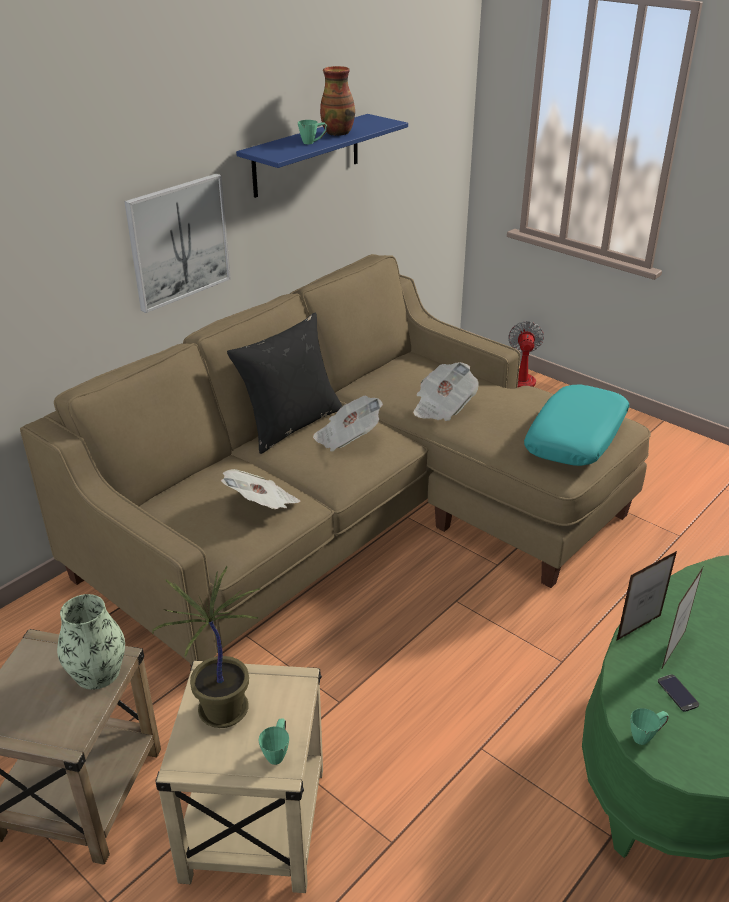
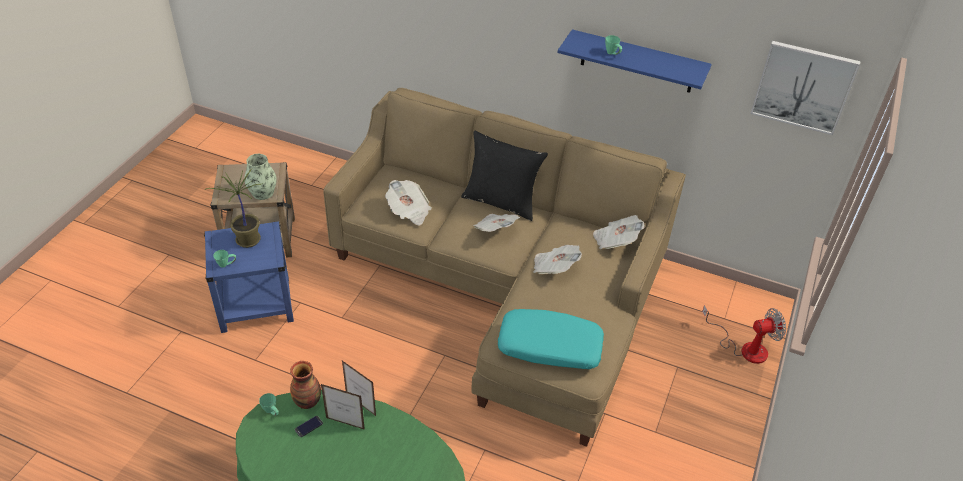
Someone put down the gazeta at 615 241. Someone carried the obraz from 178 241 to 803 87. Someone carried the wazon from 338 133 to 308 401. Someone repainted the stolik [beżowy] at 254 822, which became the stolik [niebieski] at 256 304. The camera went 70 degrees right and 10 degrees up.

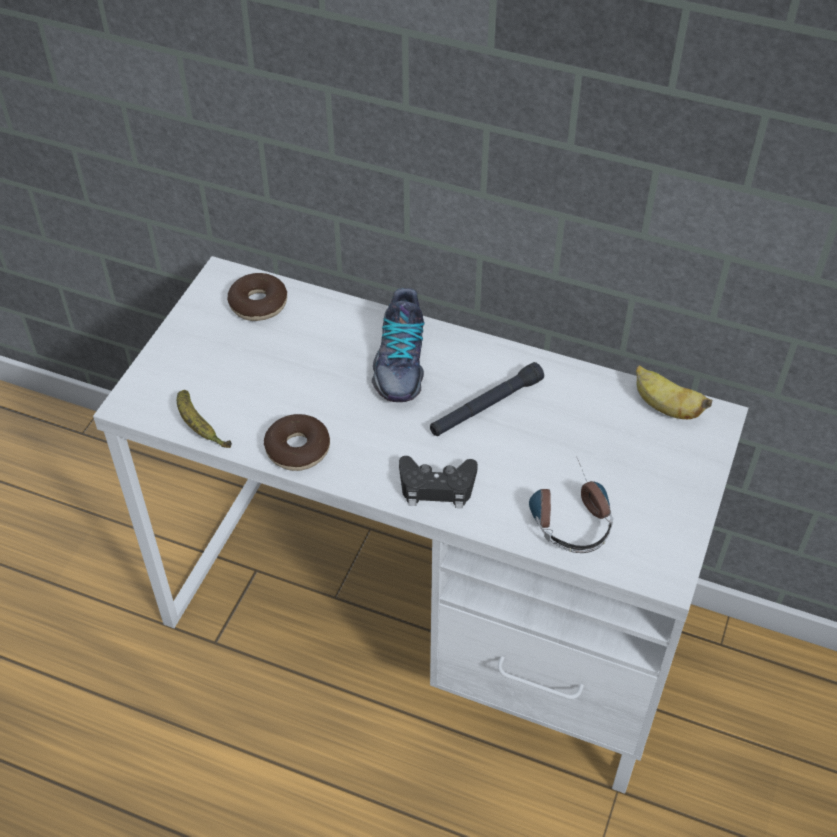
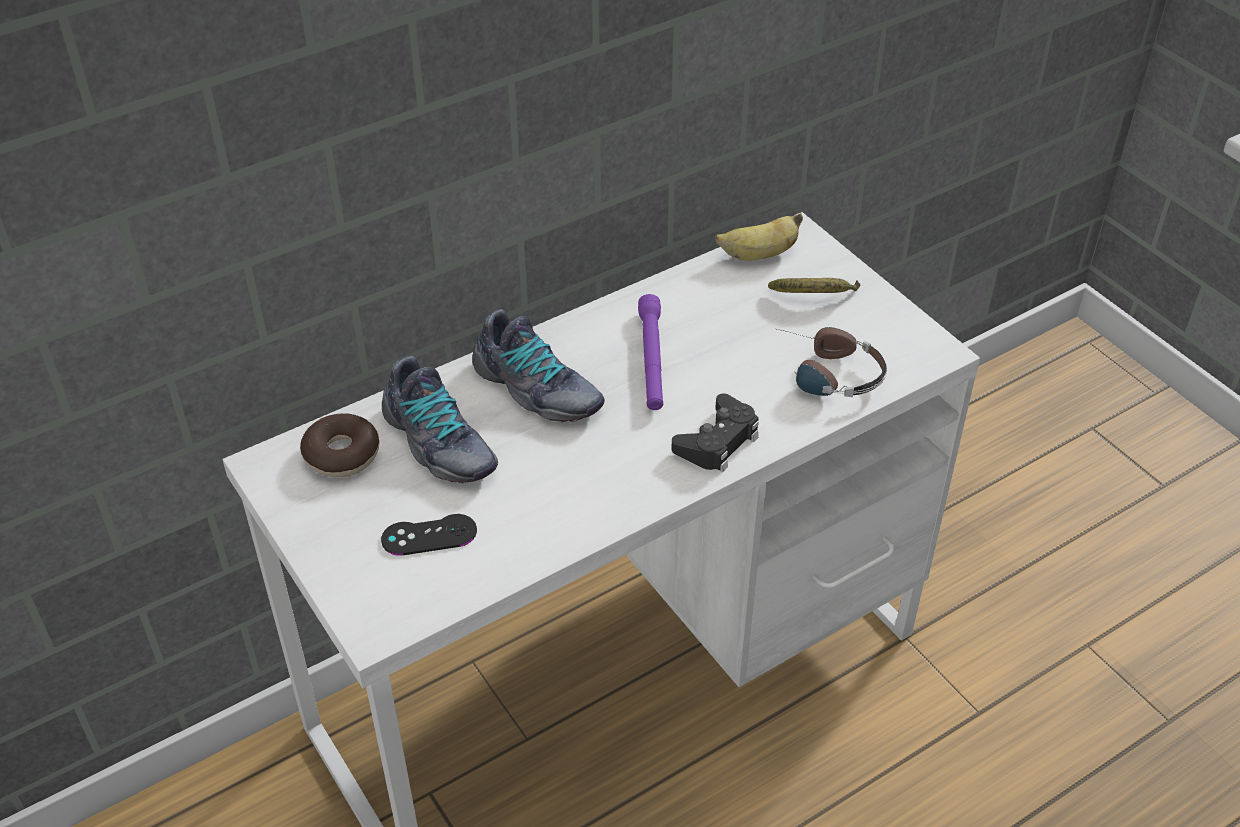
Someone took away the donut at 298 449. Someone put down the pad do gier [czarny] at 429 535. Someone put down the but at 438 443. Someone carried the banan from 200 427 to 815 296. Someone repainted the latarka [czarny] at 486 406, which became the latarka [fioletowy] at 651 360. The camera went 55 degrees left and 5 degrees down.

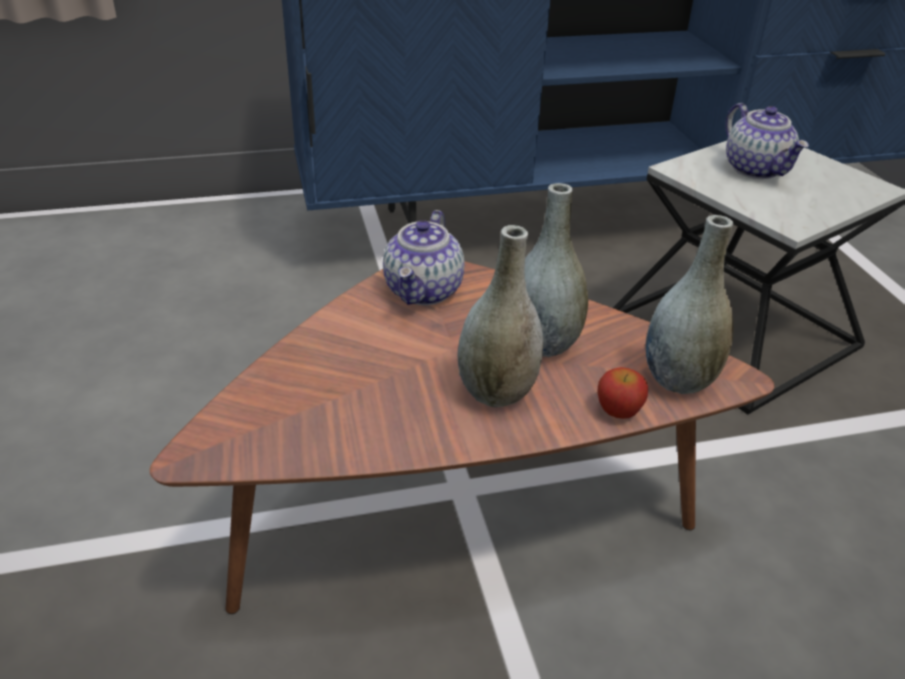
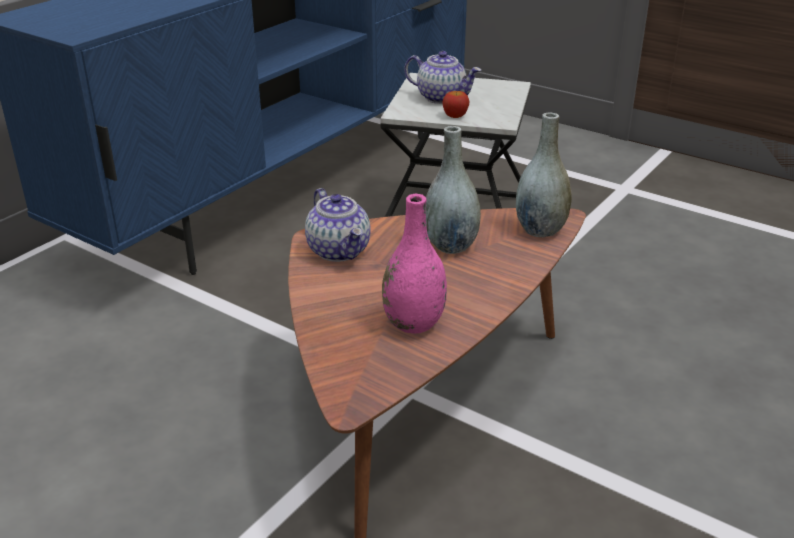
Someone took away the wazon [szary] at 496 392. Someone put down the wazon [różowy] at 413 324. Someone carried the jabłko from 618 411 to 455 116. The camera went 40 degrees left and 5 degrees down.

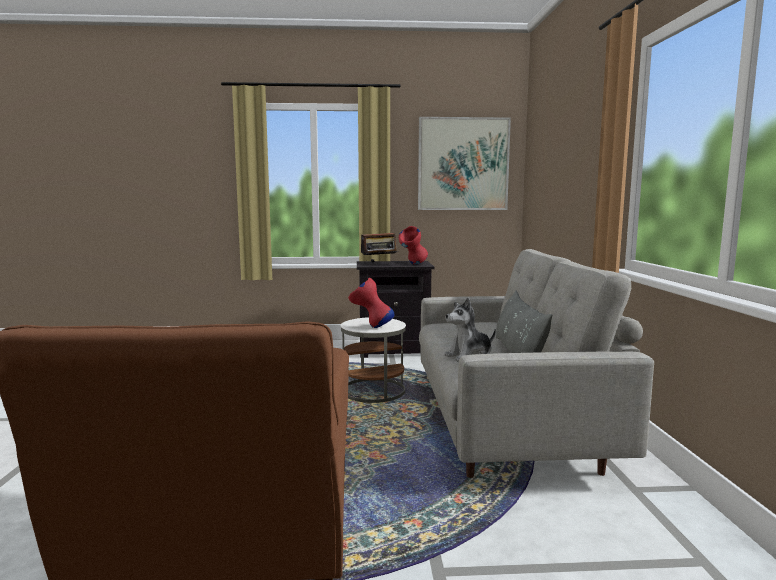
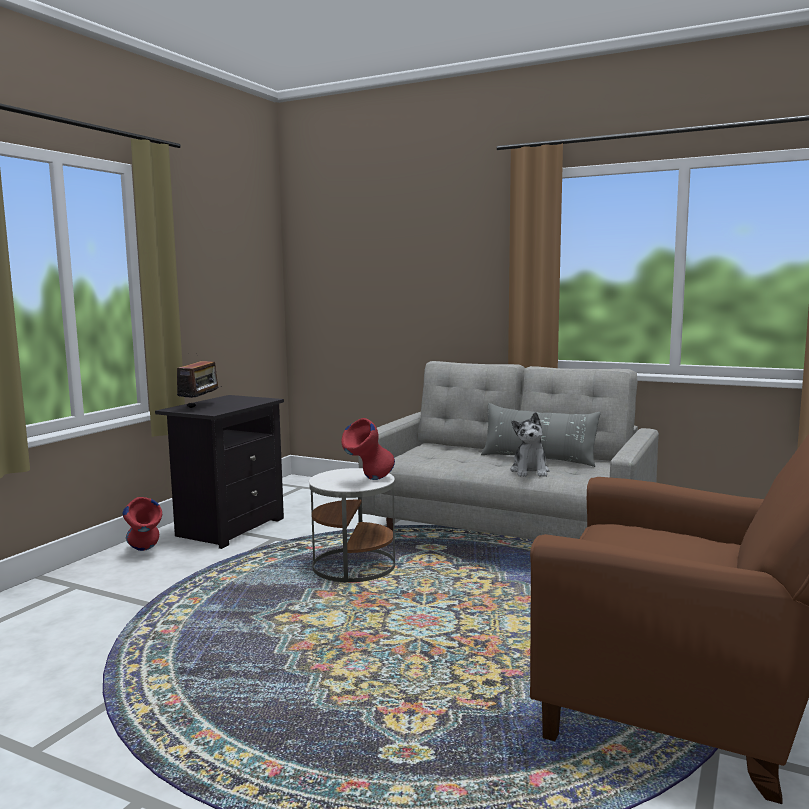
Someone took away the obraz at 463 164. Someone carried the wazon [czerwony] from 413 264 to 145 551. The camera went 60 degrees left and 0 degrees up.

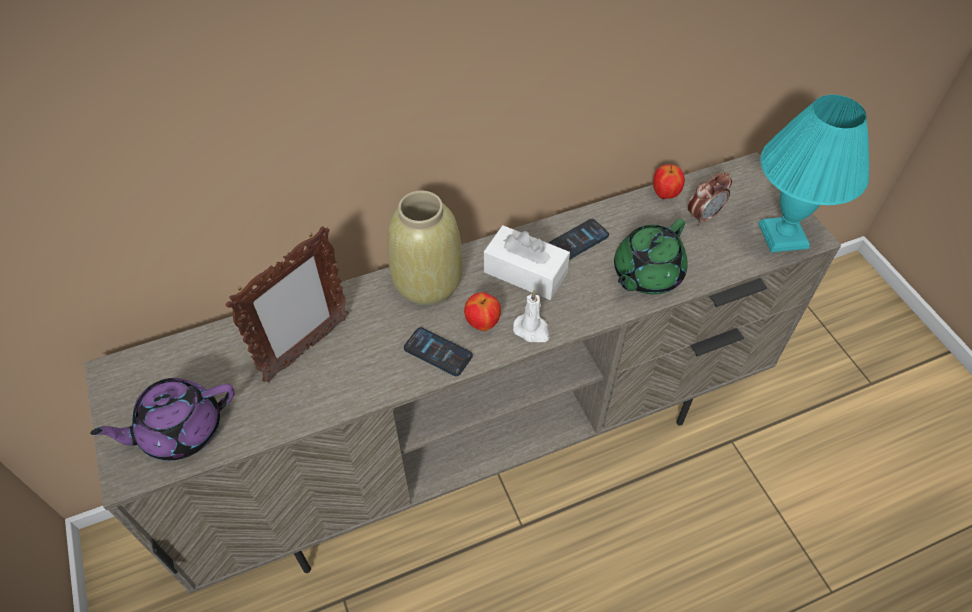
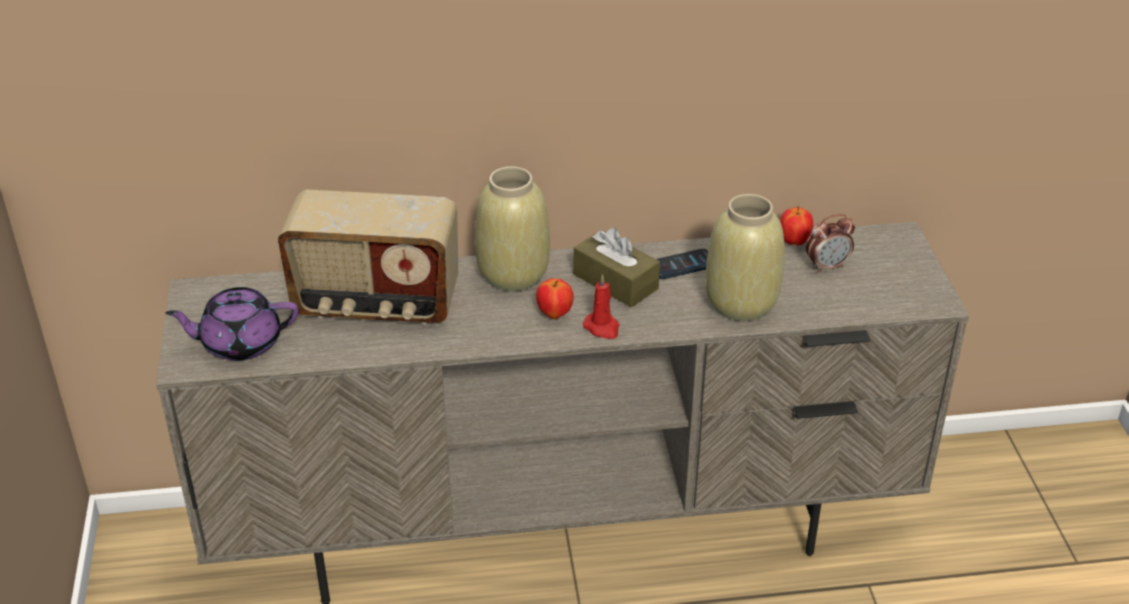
Someone took away the telefon at 438 352. Someone took away the lampa stołowa [turkusowy] at 781 235. Someone swapped the ramka na zdjęcie at 306 349 for the radio at 376 304. Someone swapped the imbryk [zielony] at 646 274 for the wazon [beżowy] at 741 304. Someone repainted the pudełko chusteczek [biały] at 525 272, which became the pudełko chusteczek [brązowy] at 615 282. Someone repainted the świeca [biały] at 532 330, which became the świeca [czerwony] at 602 328. The camera went 15 degrees right and 15 degrees down.

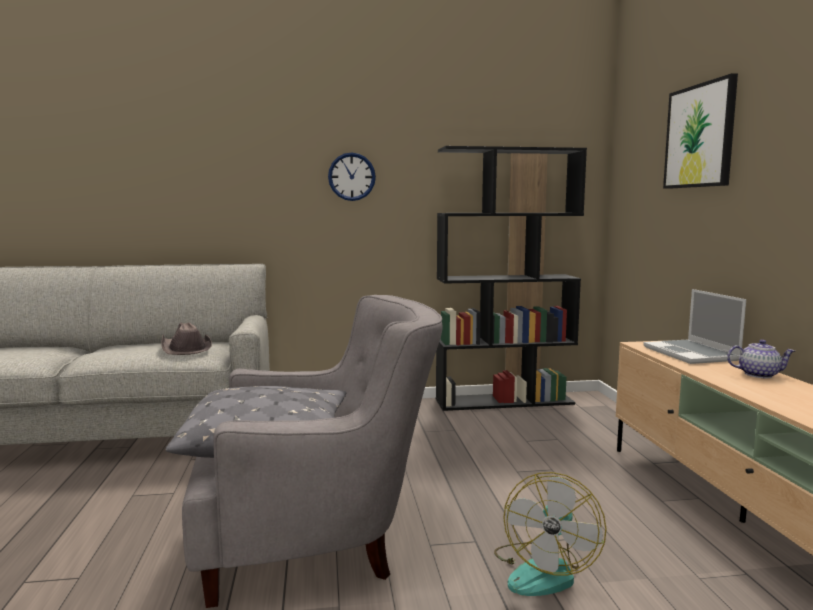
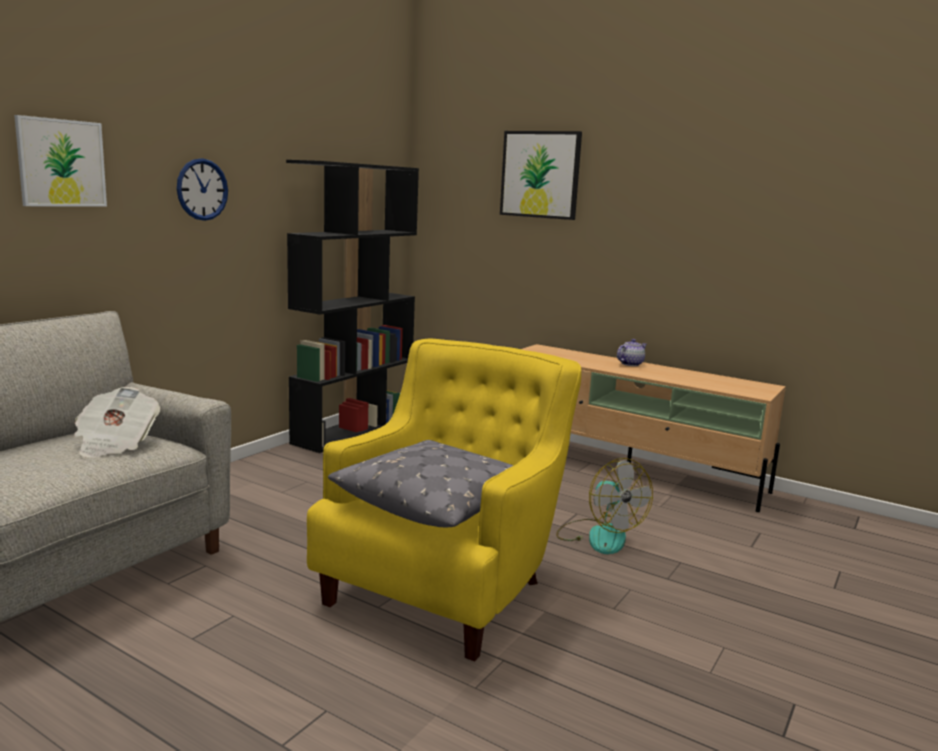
Someone took away the laptop at 692 354. Someone put up the obraz at 61 163. Someone swapped the kapelusz [brązowy] at 185 348 for the gazeta at 115 443. Someone repainted the fotel [szary] at 317 541, which became the fotel [żółty] at 448 586. The camera went 50 degrees left and 5 degrees up.

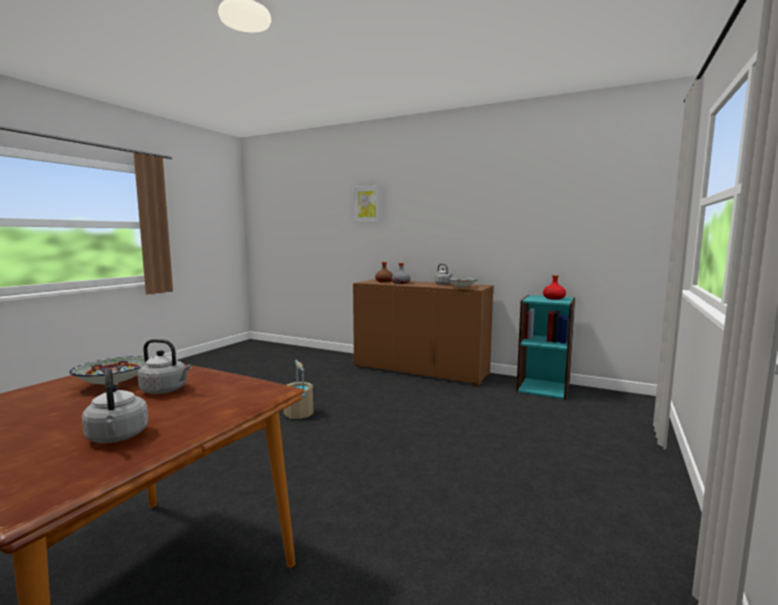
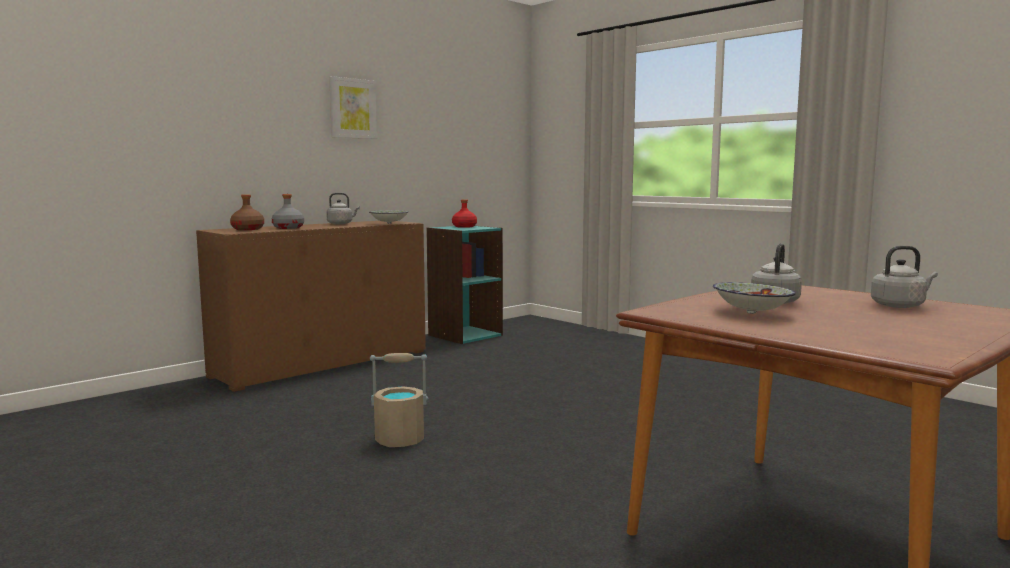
Someone carried the obraz from 368 204 to 352 108. The camera went 70 degrees left and 0 degrees up.

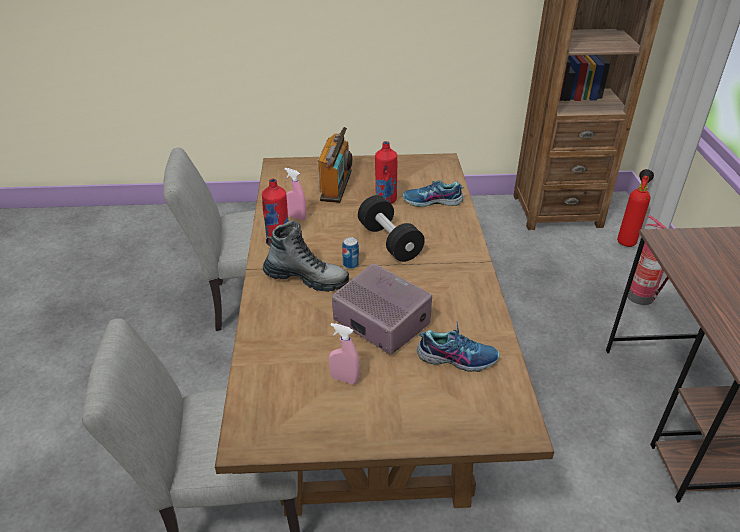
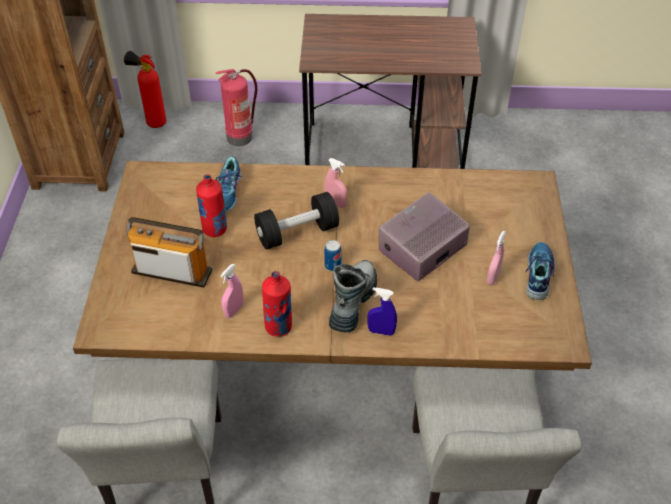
Someone put down the spryskiwacz [różowy] at 335 203. Someone put down the spryskiwacz [niebieski] at 381 331. Someone carried the but from 457 357 to 537 275. The camera went 85 degrees left and 10 degrees up.

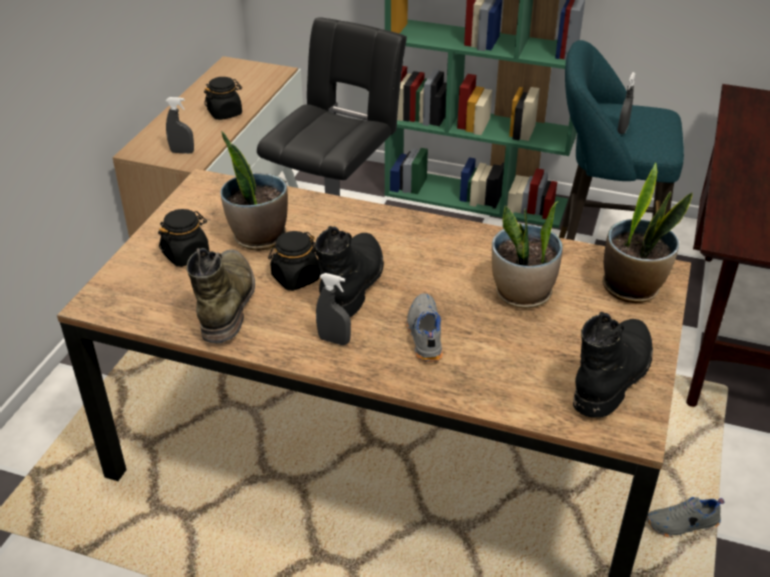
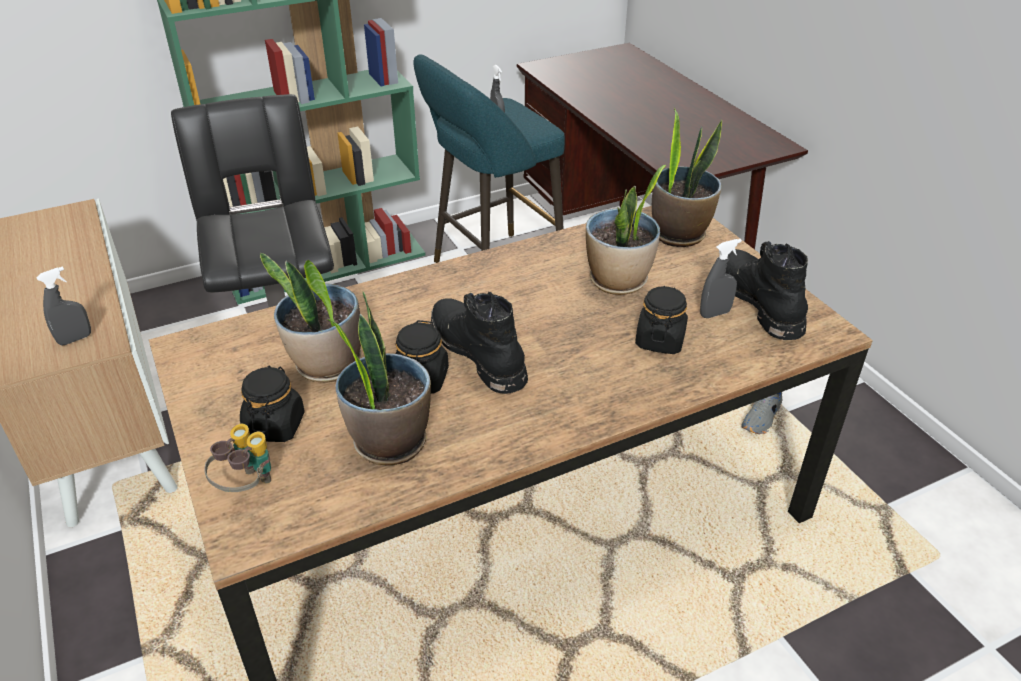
Someone took away the but [szary] at 424 335. Someone put down the lornetka at 247 487. Someone carried the słoik [czarny] from 225 113 to 660 340. Someone carried the spryskiwacz [szary] from 334 340 to 715 313. Someone swapped the but z cholewką [zielony] at 227 302 for the roślina doniczkowa at 389 441. The camera went 45 degrees left and 0 degrees up.

